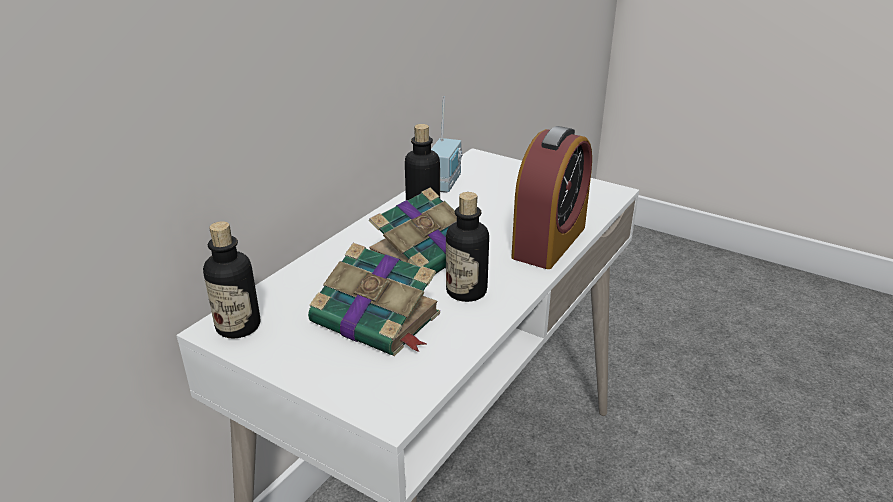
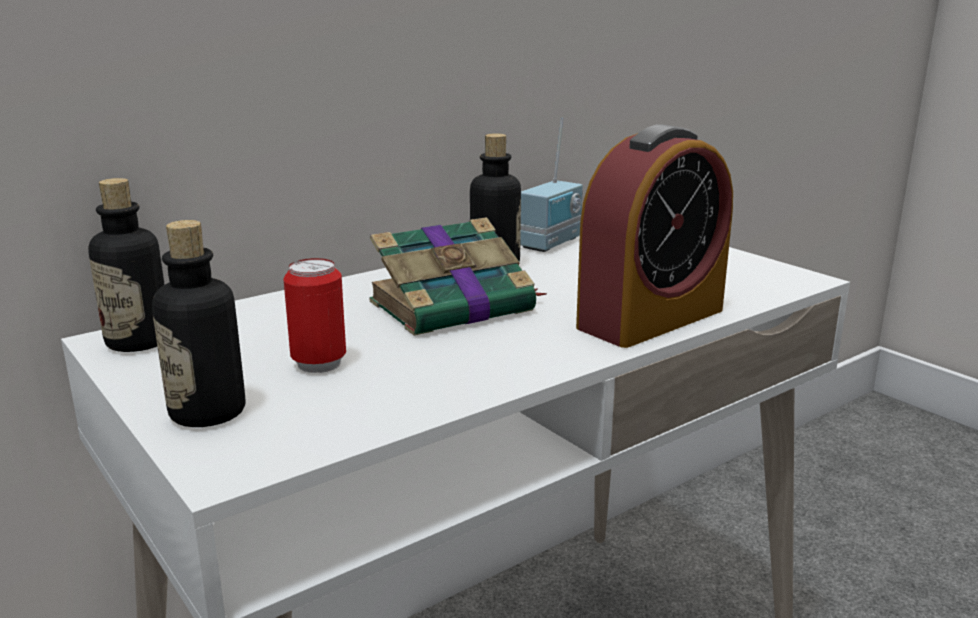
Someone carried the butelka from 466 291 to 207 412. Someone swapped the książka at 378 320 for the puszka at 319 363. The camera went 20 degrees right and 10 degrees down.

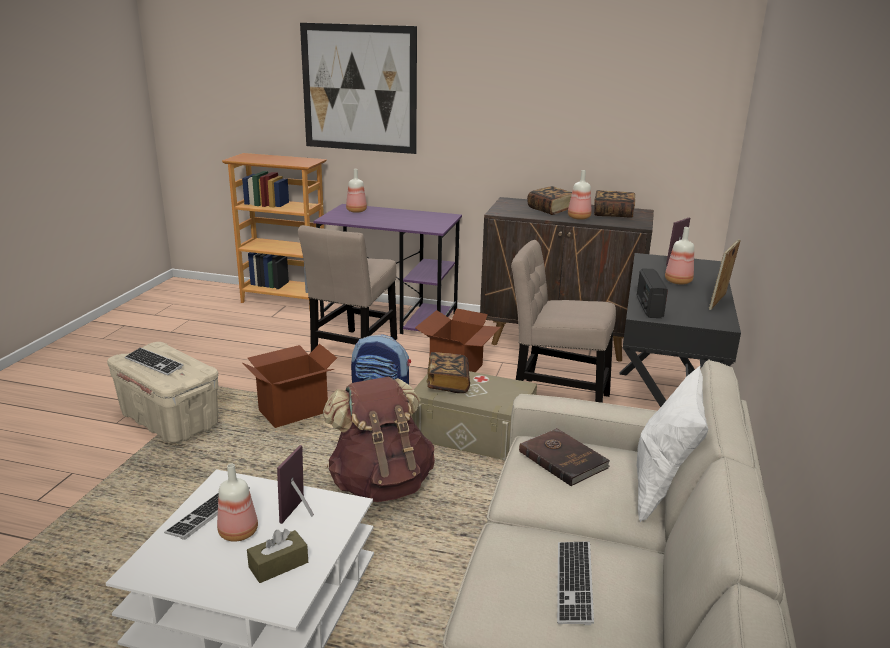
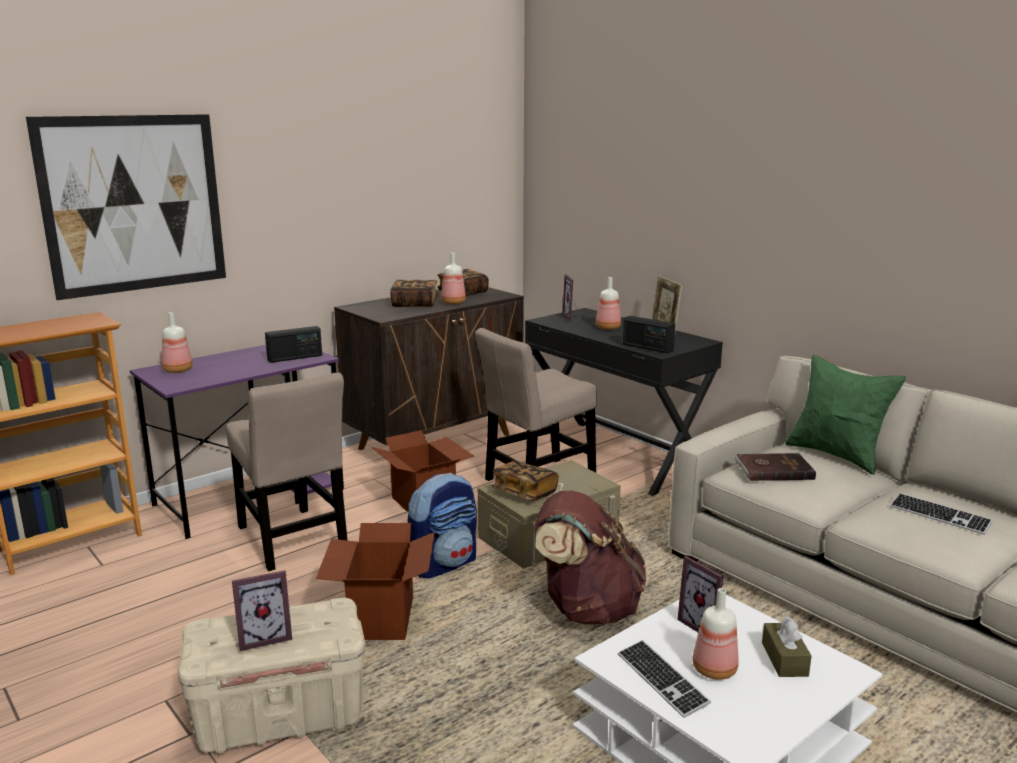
Someone put down the radio at 295 358. Someone swapped the klawiatura at 154 363 for the ramka na zdjęcie at 264 637. Someone repainted the poduszka [biały] at 662 490, which became the poduszka [zielony] at 836 455. The camera went 55 degrees left and 5 degrees down.

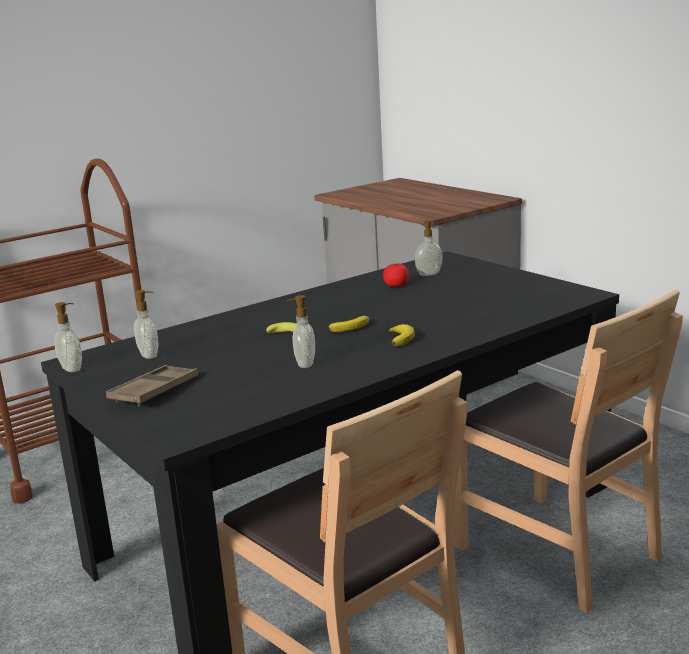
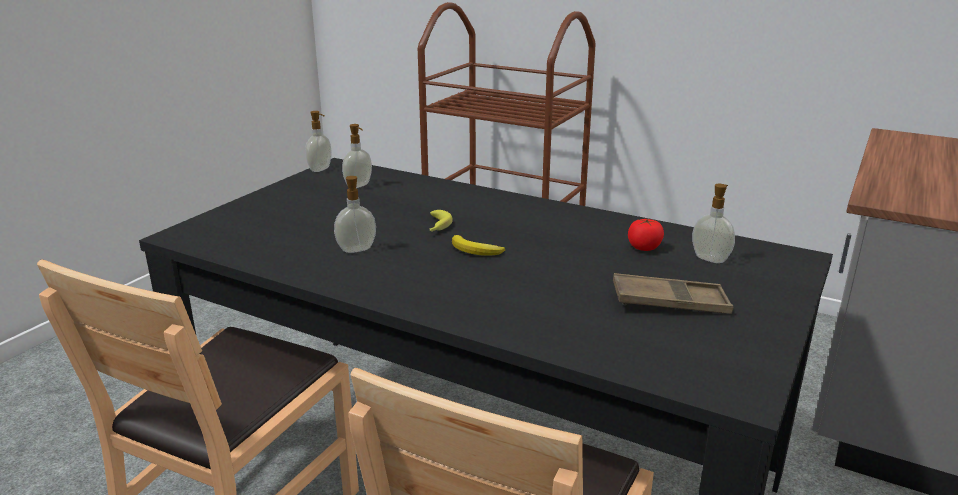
Someone took away the banan at 401 338. Someone carried the taca [brązowy] from 154 391 to 670 302. The camera went 65 degrees right and 5 degrees up.

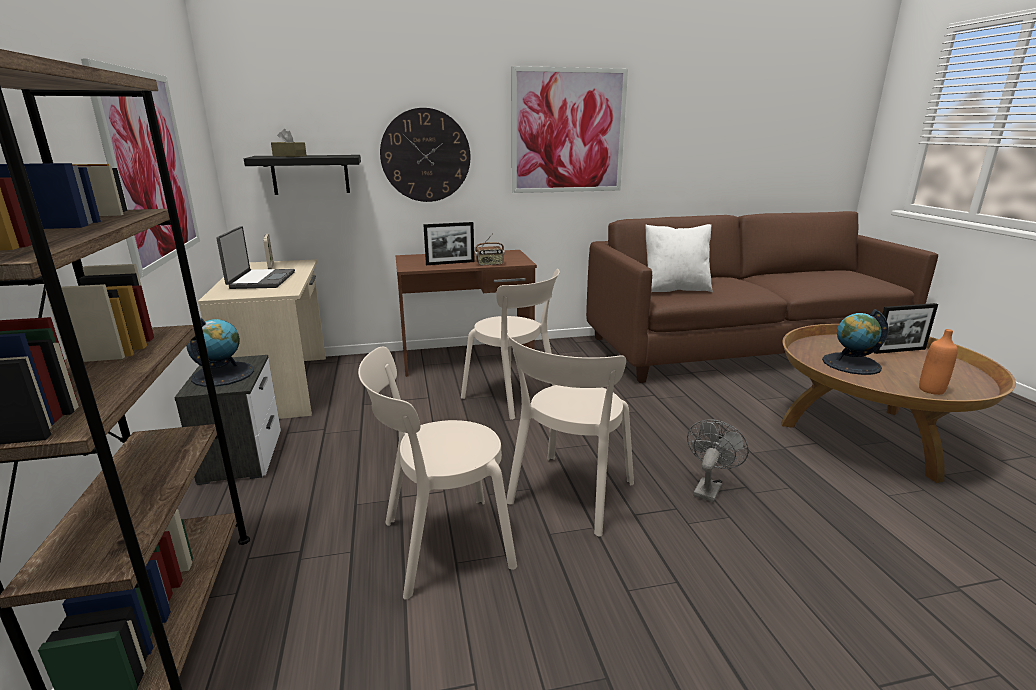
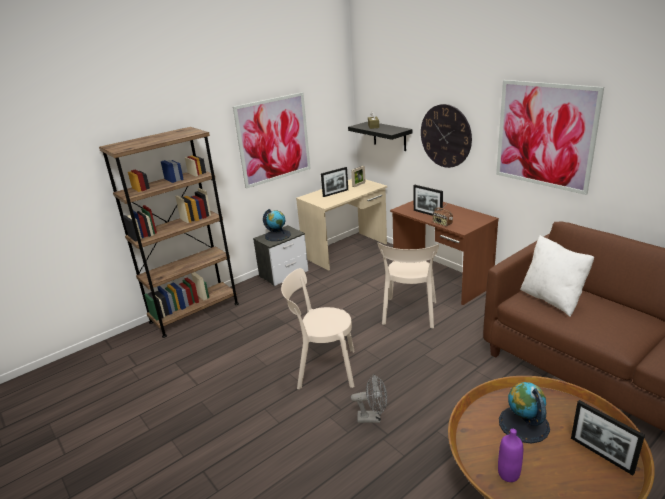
Someone took away the krzesło [beżowy] at 440 546. Someone swapped the laptop at 261 280 for the ramka na zdjęcie at 335 193. Someone repainted the butelka [pomarańczowy] at 931 390, which became the butelka [fioletowy] at 508 474. The camera went 65 degrees right and 5 degrees up.

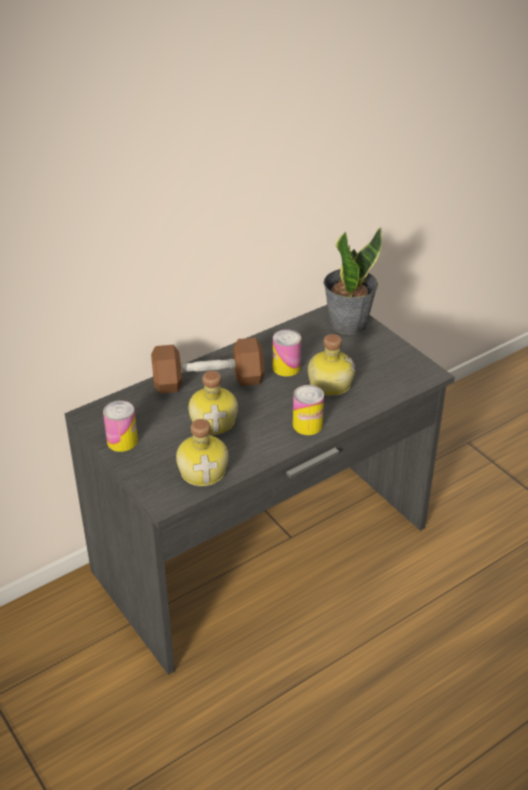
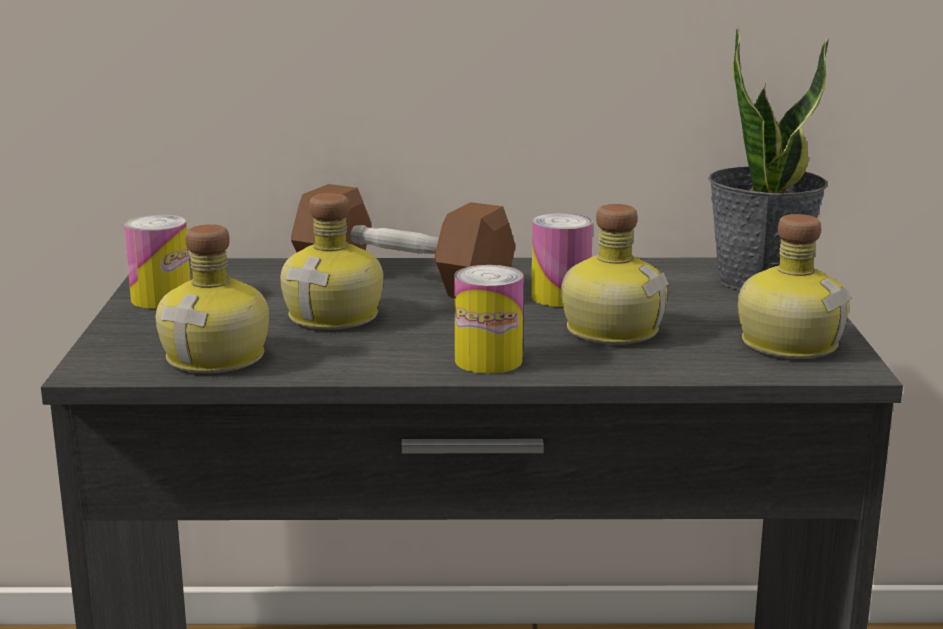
Someone put down the butelka at 788 343. The camera went 35 degrees right and 20 degrees down.

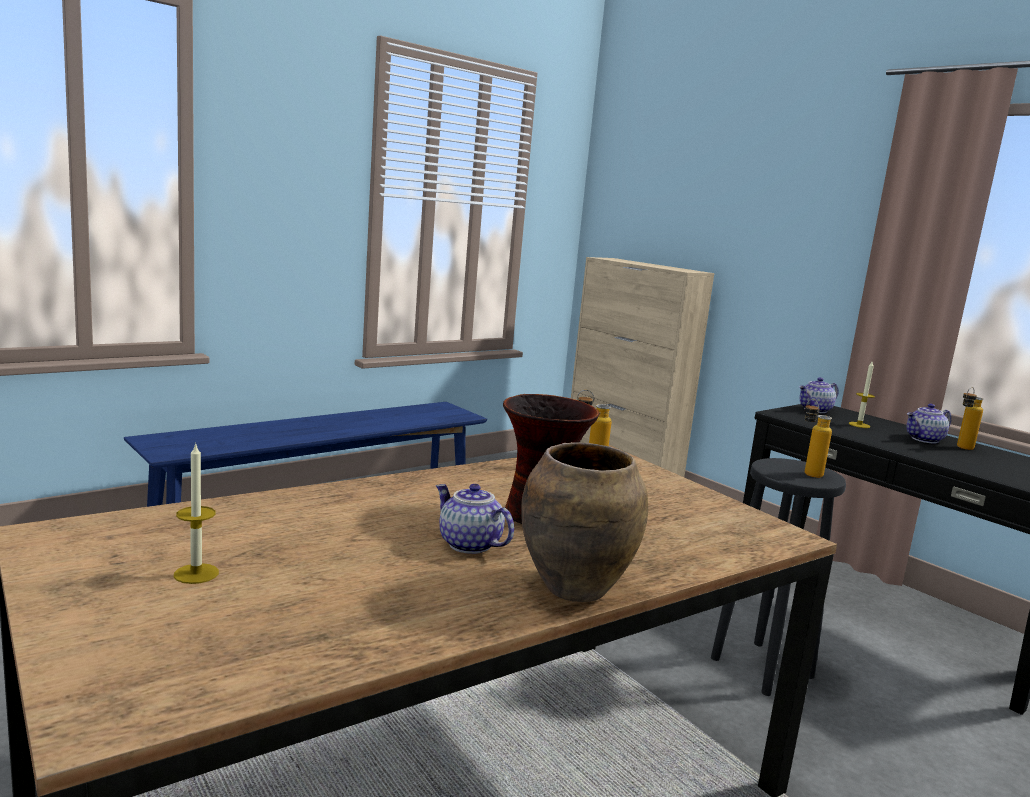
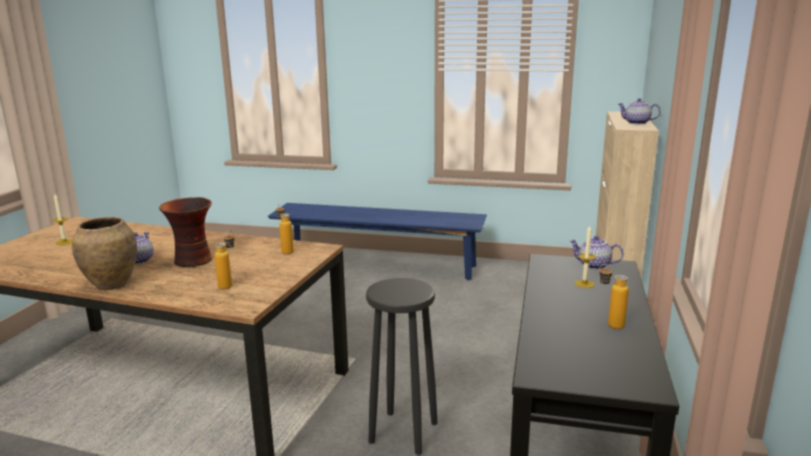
Someone carried the butelka from 807 472 to 229 285. Someone carried the imbryk from 925 440 to 636 123. The camera went 55 degrees right and 5 degrees up.

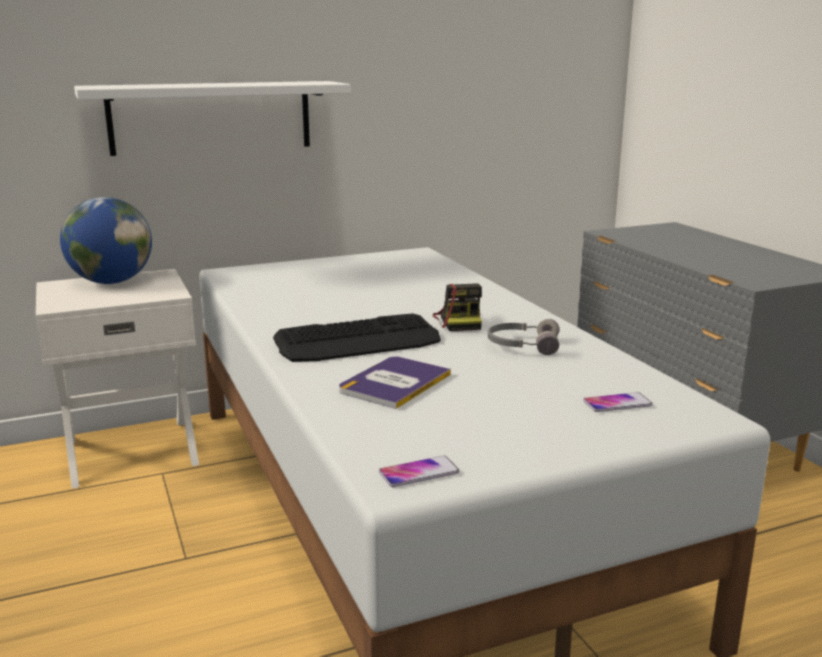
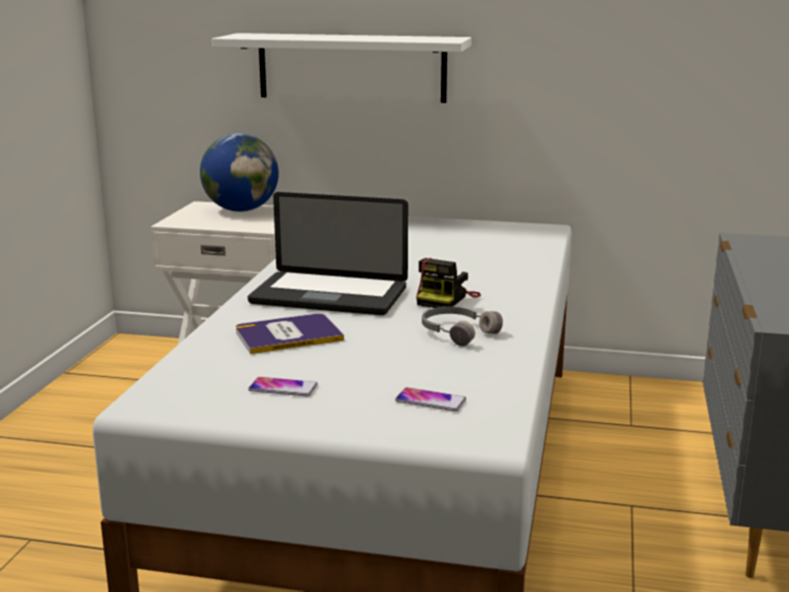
Someone carried the telefon from 419 473 to 283 388. Someone swapped the klawiatura at 358 341 for the laptop at 329 296. The camera went 35 degrees right and 0 degrees up.

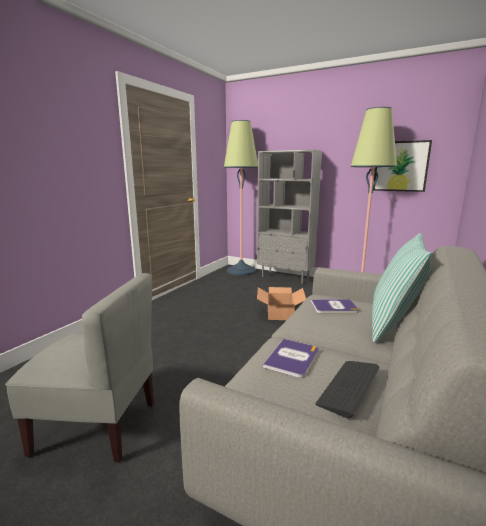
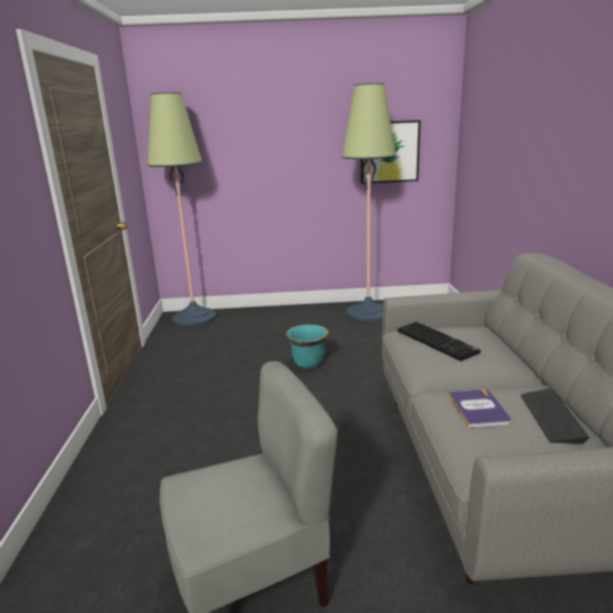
Someone took away the regał [szary] at 286 277. Someone took away the poduszka at 393 324. Someone swapped the karton at 280 313 for the donica [turkusowy] at 308 363. Someone swapped the książka at 334 307 for the klawiatura at 438 341. The camera went 30 degrees left and 5 degrees up.

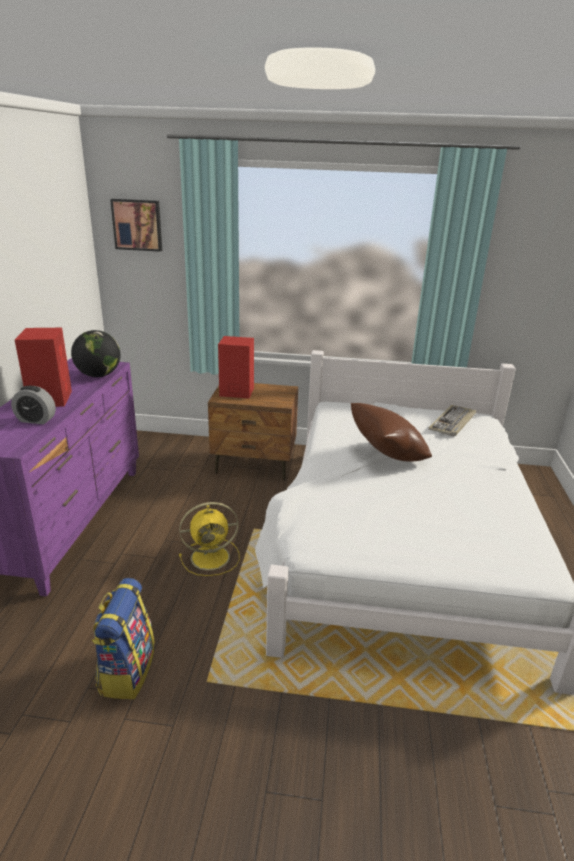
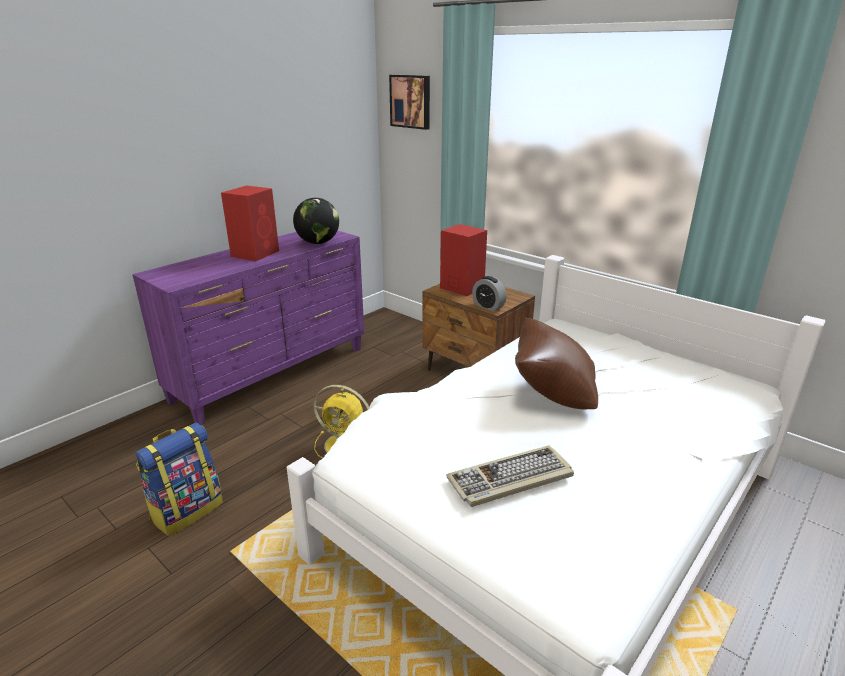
Someone carried the budzik from 36 420 to 488 306. Someone carried the klawiatura from 453 422 to 510 479. The camera went 35 degrees right and 0 degrees up.

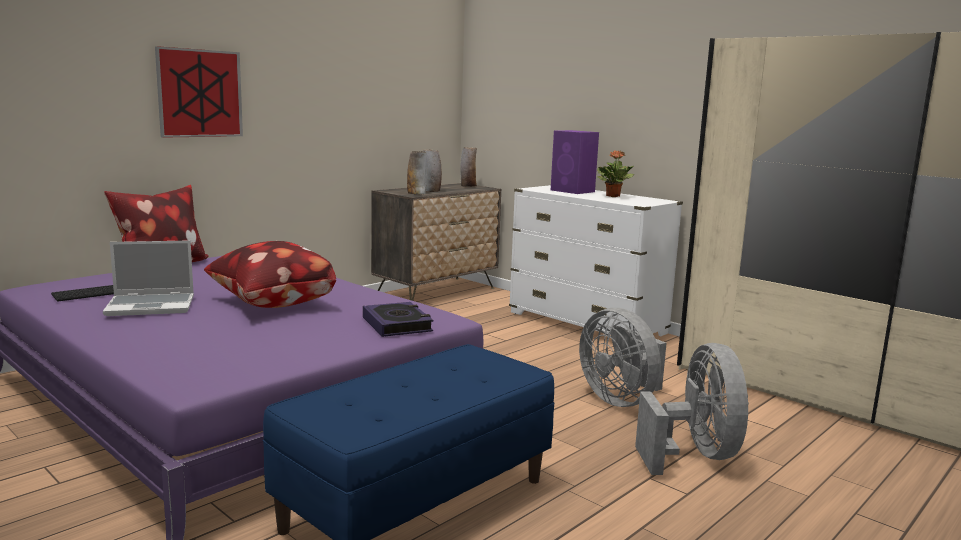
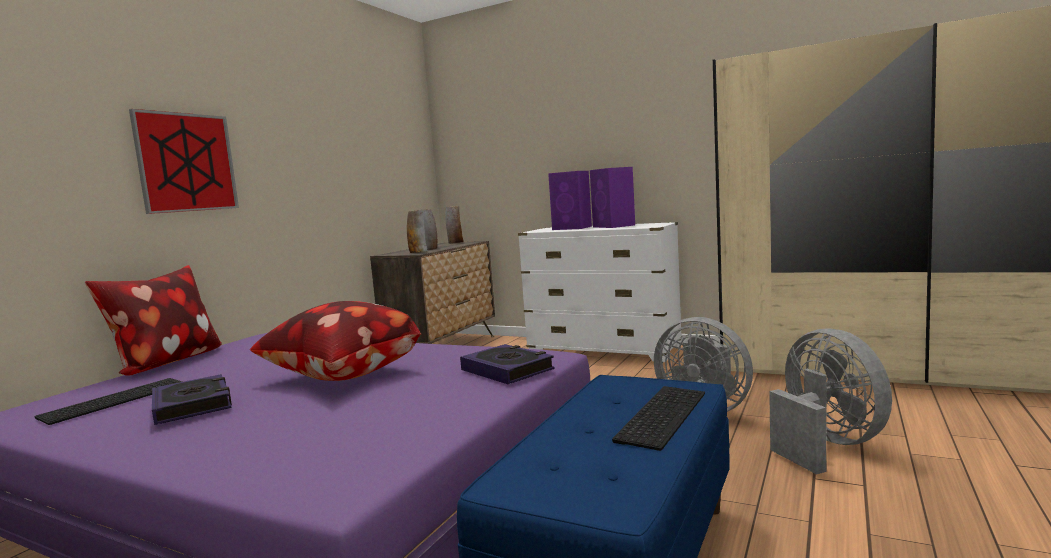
Someone put down the klawiatura at 660 415. Someone swapped the laptop at 152 306 for the książka at 192 405. Someone swapped the roślina doniczkowa at 613 196 for the głośnik [fioletowy] at 614 226. The camera went 15 degrees left and 5 degrees down.

